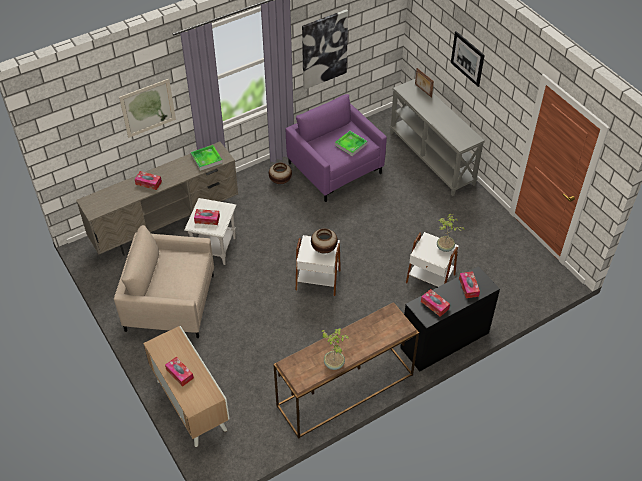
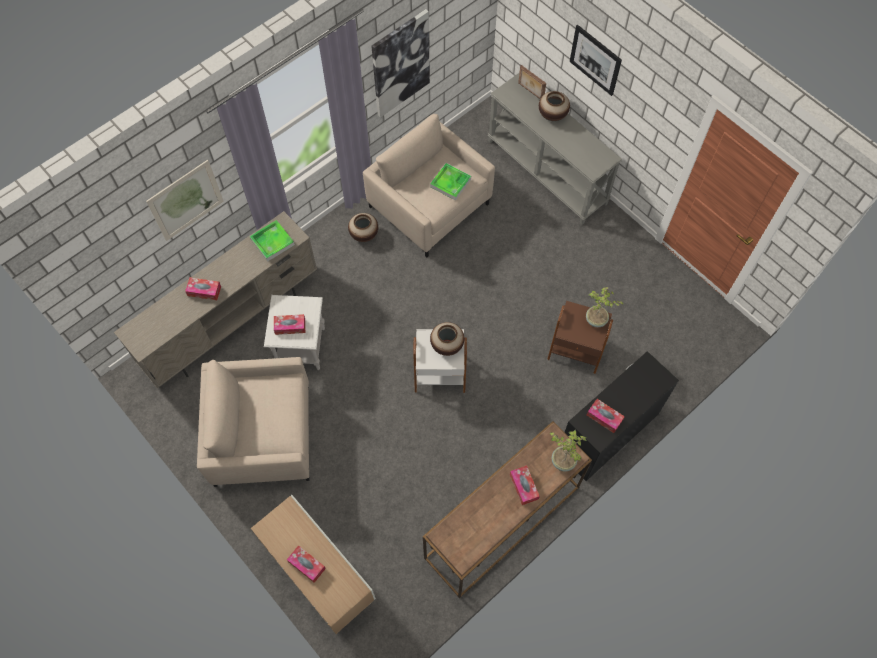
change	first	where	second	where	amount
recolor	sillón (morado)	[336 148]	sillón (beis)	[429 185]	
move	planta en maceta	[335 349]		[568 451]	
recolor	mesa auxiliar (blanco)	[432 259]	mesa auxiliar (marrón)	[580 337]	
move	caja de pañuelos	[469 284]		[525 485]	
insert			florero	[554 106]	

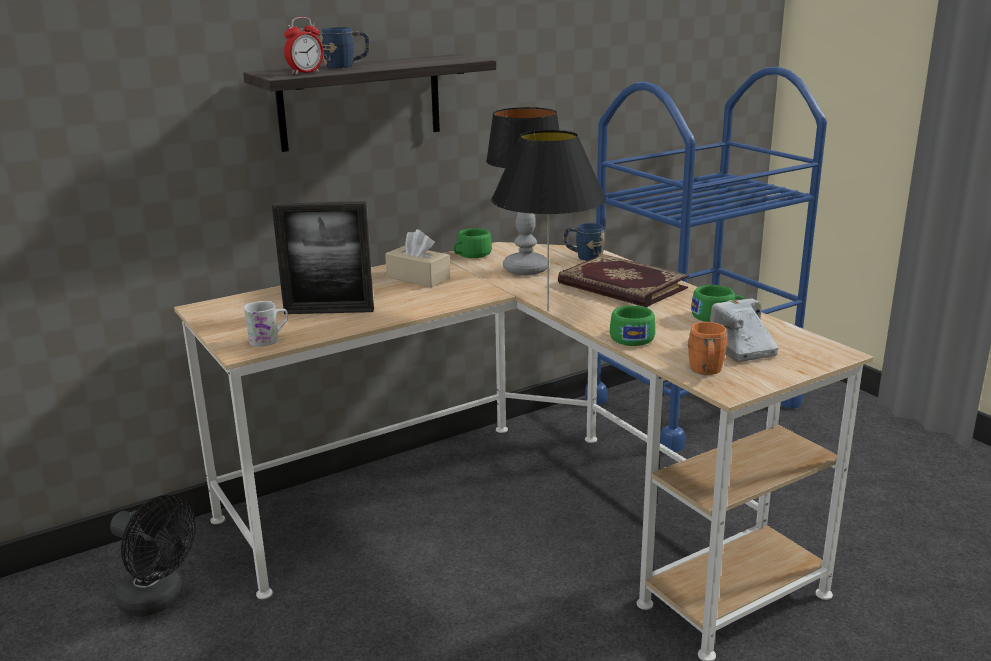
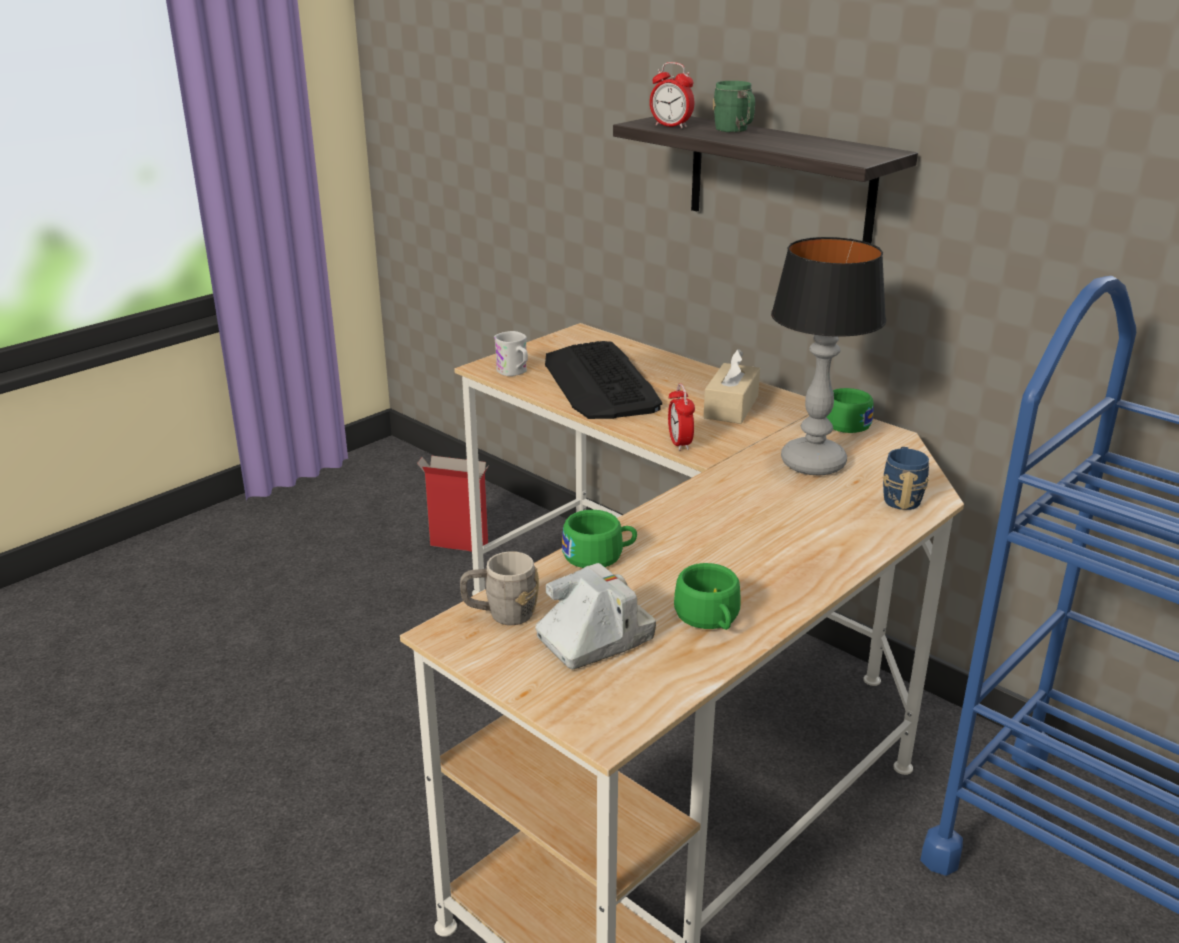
change	first	where	second	where	amount
replace	ventilador (negro)	[153 556]	caja de cartón	[453 503]	
replace	portarretratos	[323 257]	teclado	[603 380]	
recolor	taza grande (azul)	[344 47]	taza grande (verde)	[734 106]	
delete	lámpara de mesa (negro)	[548 220]			
delete	libro	[623 281]			
recolor	taza grande (naranja)	[707 348]	taza grande (gris)	[499 588]	
insert			despertador	[681 417]	

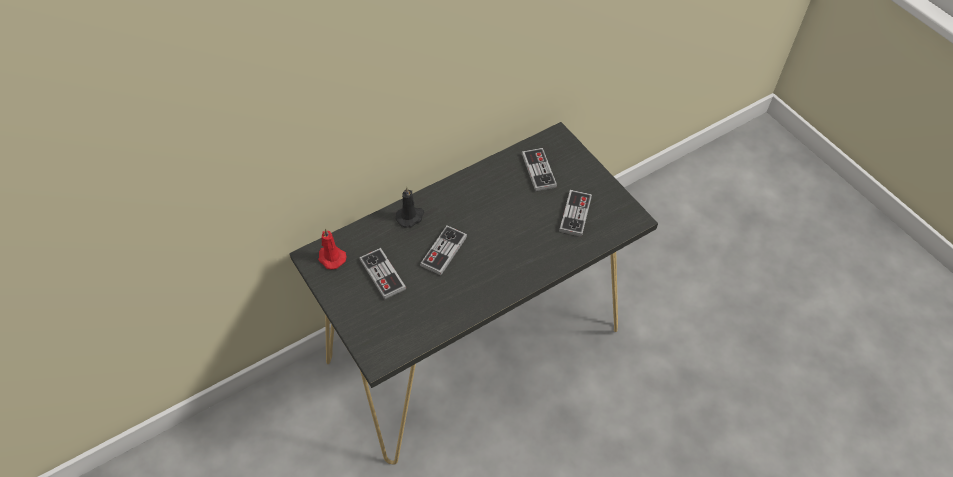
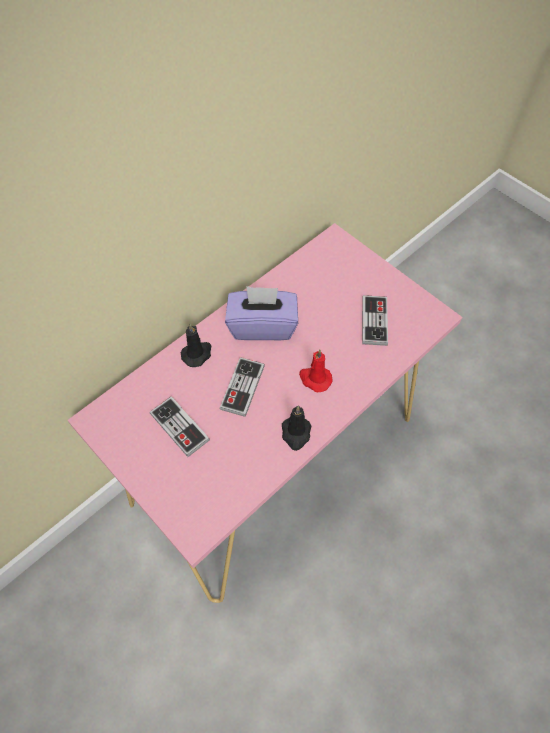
change	first	where	second	where	amount
recolor	mesa consola (negro)	[473 293]	mesa consola (rosa)	[265 413]	
move	vela (rojo)	[332 248]		[316 371]	
delete	mando de consola	[539 170]			
insert			caja de pañuelos (morado)	[261 313]	
insert			vela (negro)	[296 428]	

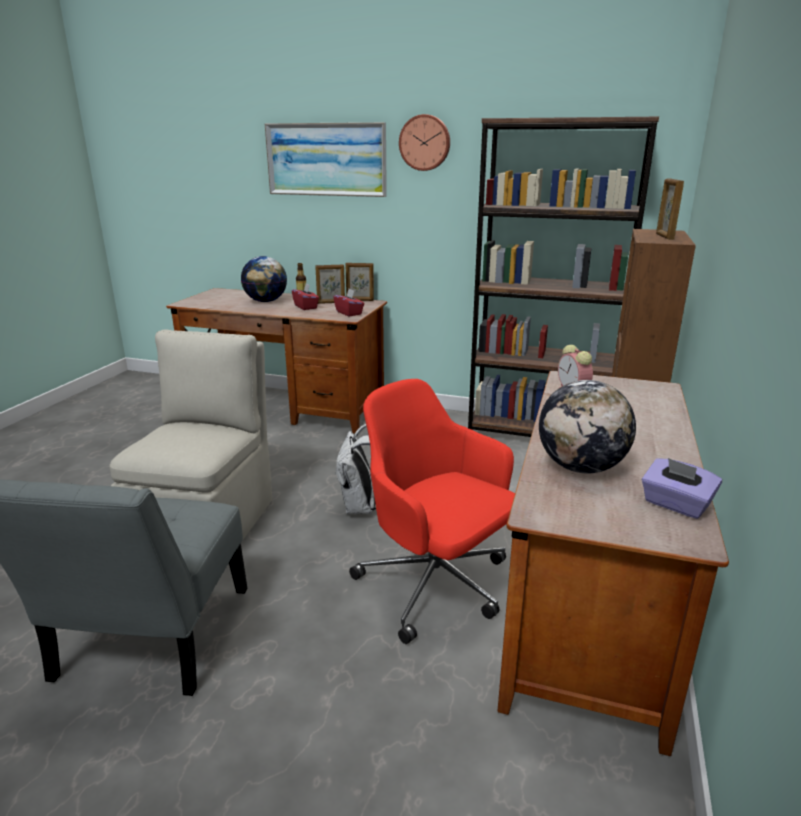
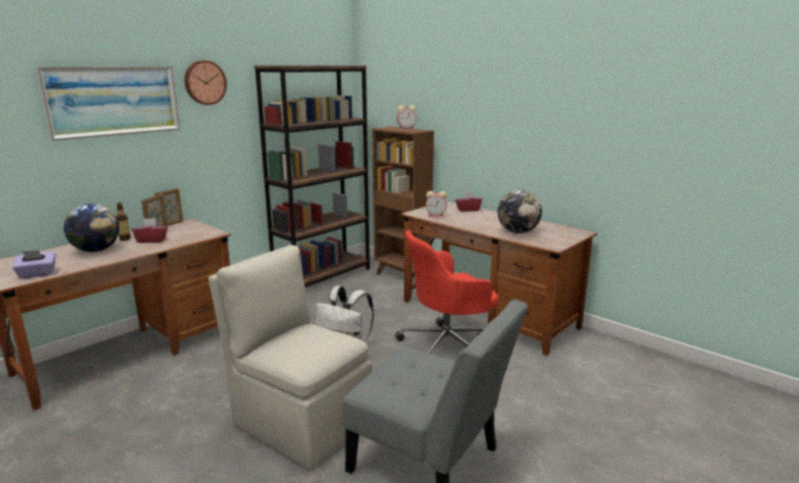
change	first	where	second	where	amount
move	caja de pañuelos (rojo)	[348 302]		[468 201]	
move	caja de pañuelos (morado)	[682 488]		[34 264]	
replace	portarretratos	[670 209]	despertador	[407 117]	

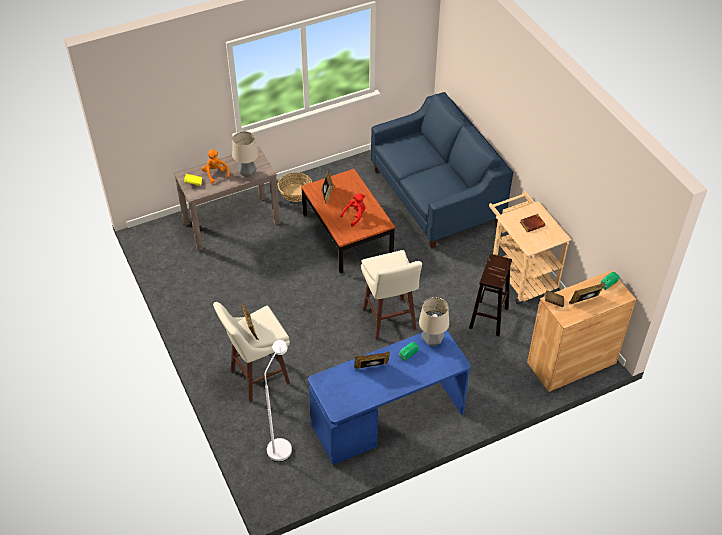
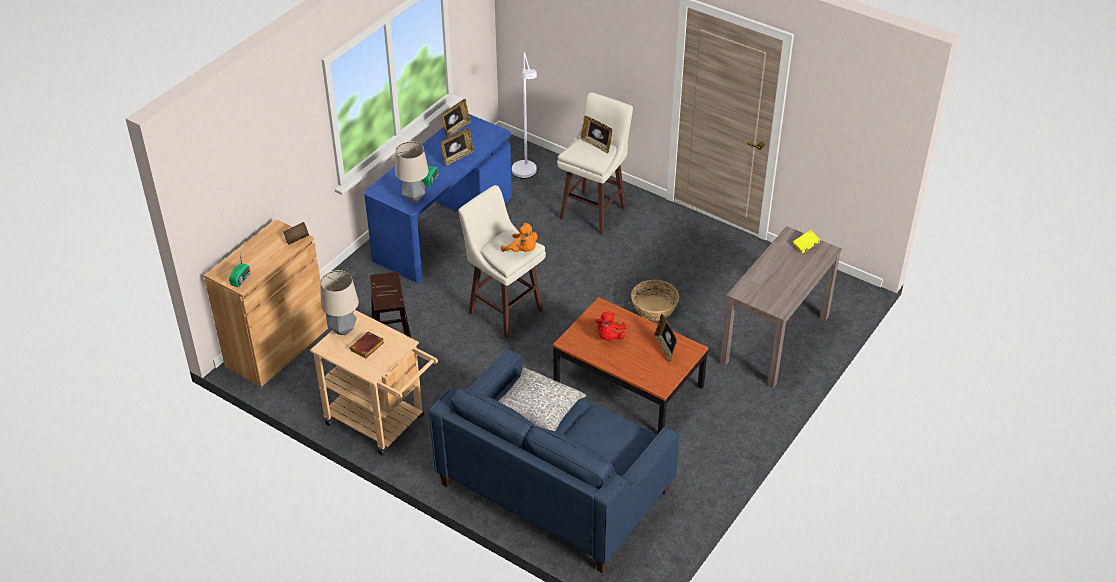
change	first	where	second	where	amount
move	peluche (naranja)	[216 166]		[519 237]	
move	lámpara de mesa	[245 154]		[340 302]	
move	cesta	[295 187]		[655 300]	
move	portarretratos	[587 293]		[456 118]	
insert			cojín (gris)	[542 399]	

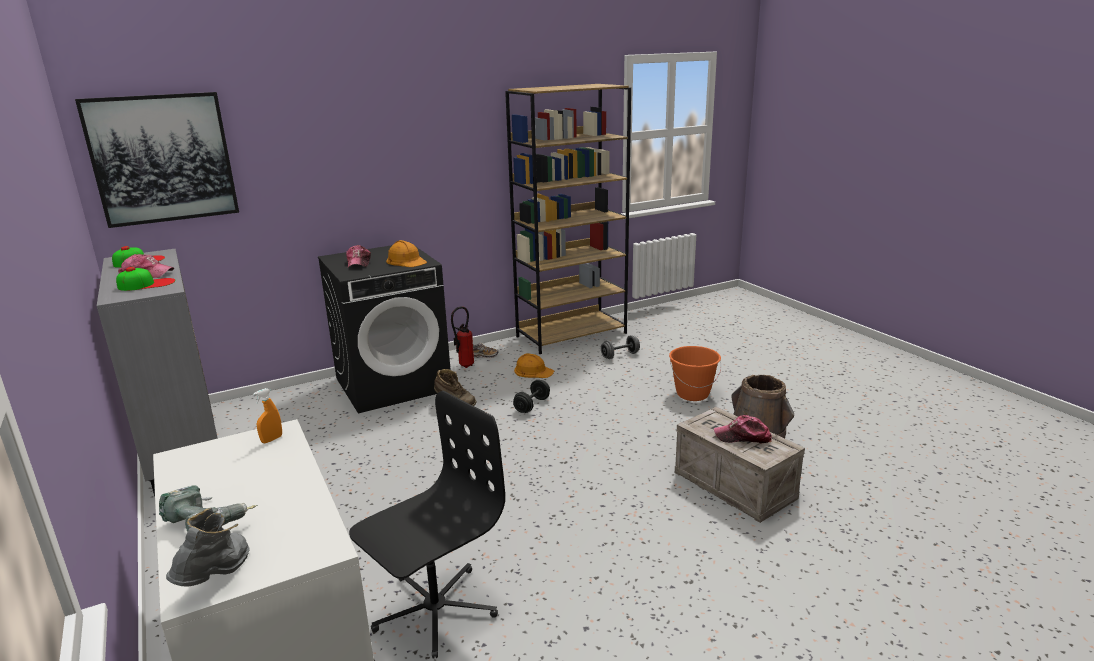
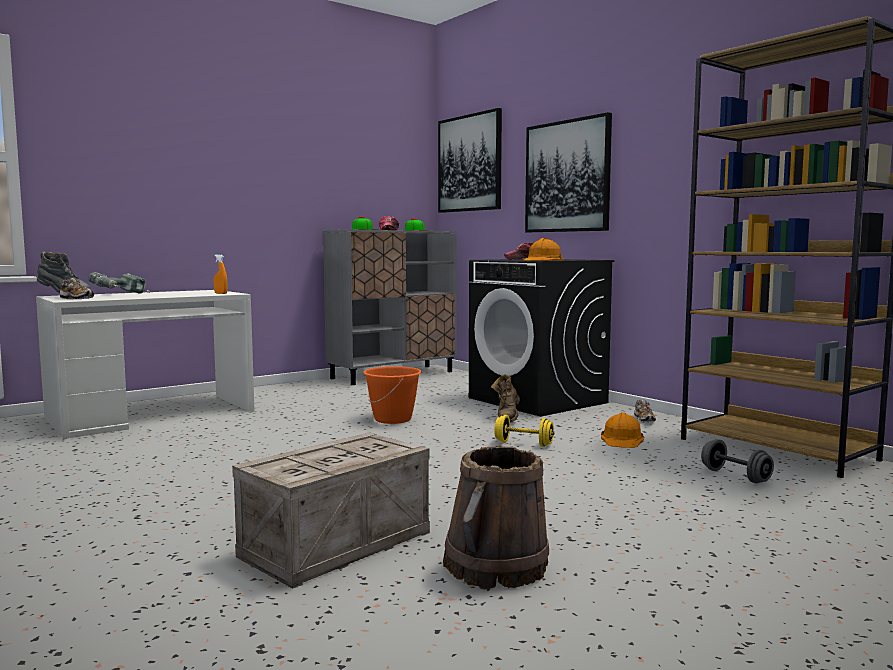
change	first	where	second	where	amount
delete	silla de oficina (negro)	[427 525]			
delete	extintor	[462 337]			
recolor	mancuerna (negro)	[531 396]	mancuerna (amarillo)	[524 431]	
move	cubo (naranja)	[695 373]		[392 395]	
delete	gorra	[743 429]			
insert			zapato	[77 288]	
insert			cuadro	[568 172]	

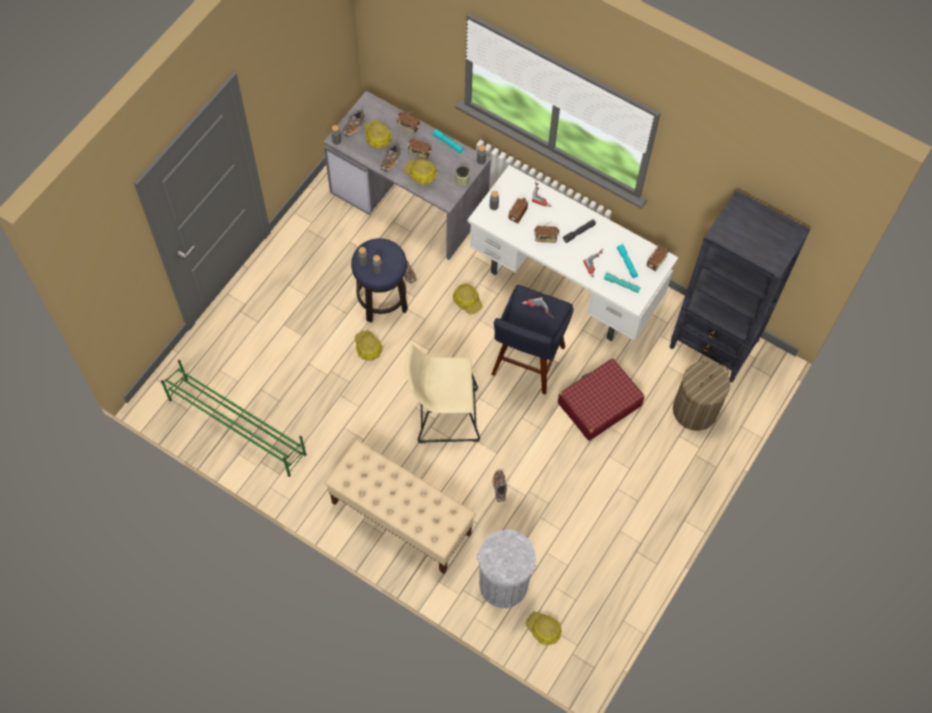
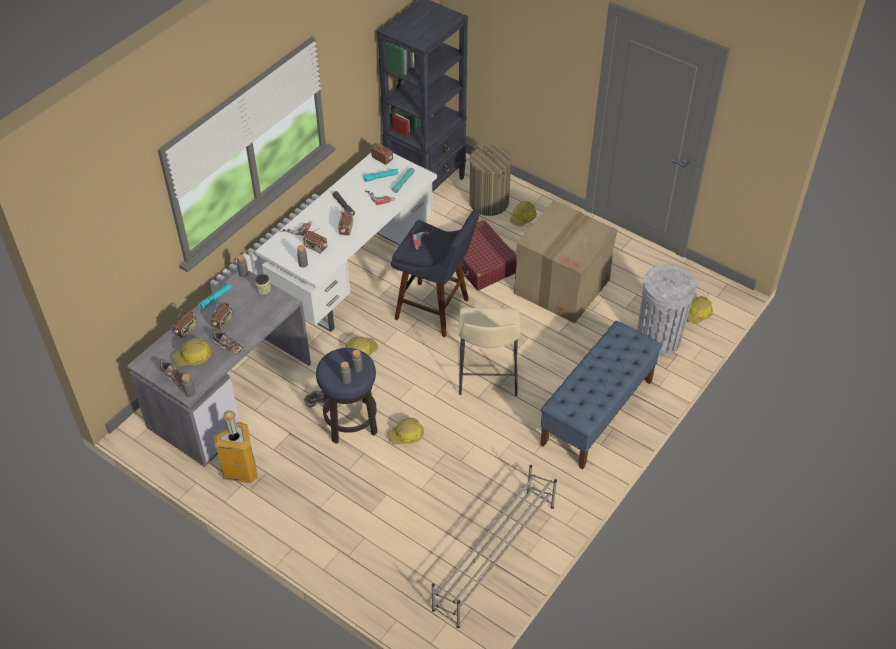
change	first	where	second	where	amount
recolor	zapatero (verde)	[233 418]	zapatero (gris)	[494 546]	
recolor	banco (beis)	[400 507]	banco (azul)	[601 395]	
move	casco	[420 172]		[523 214]	
delete	zapato	[499 486]			
insert			papelera	[236 446]	
insert			caja de cartón	[565 261]	

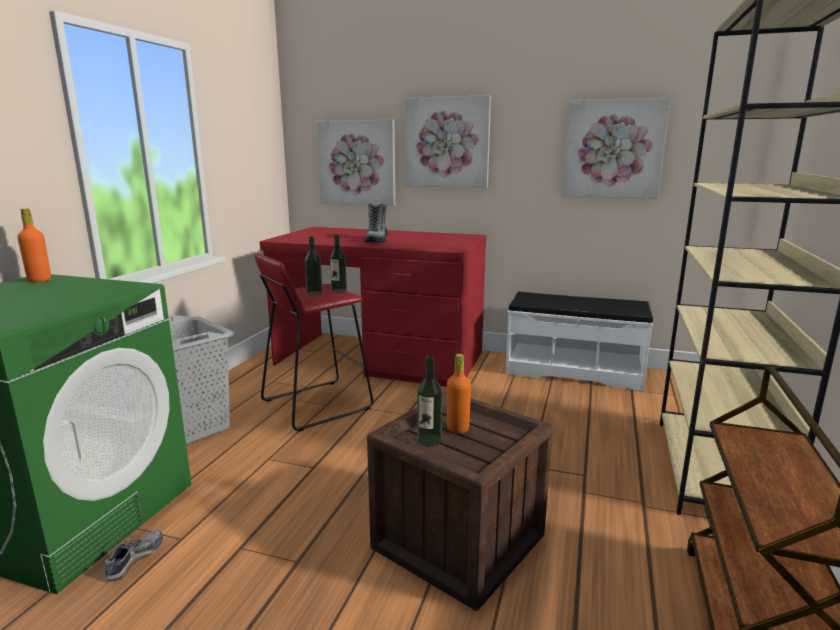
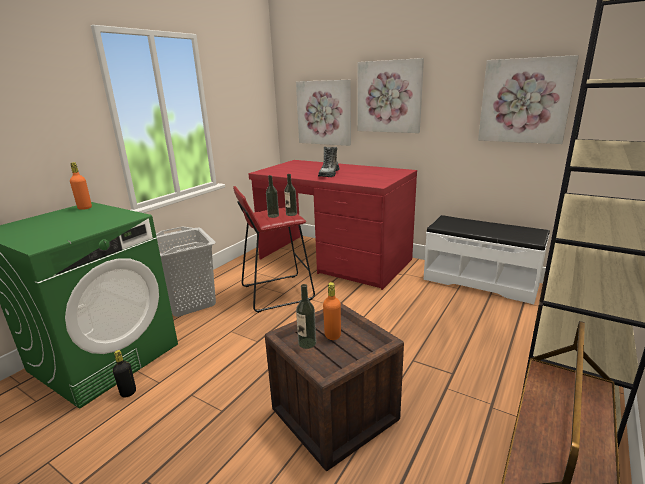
change	first	where	second	where	amount
replace	zapato	[134 555]	botella (negro)	[124 374]	

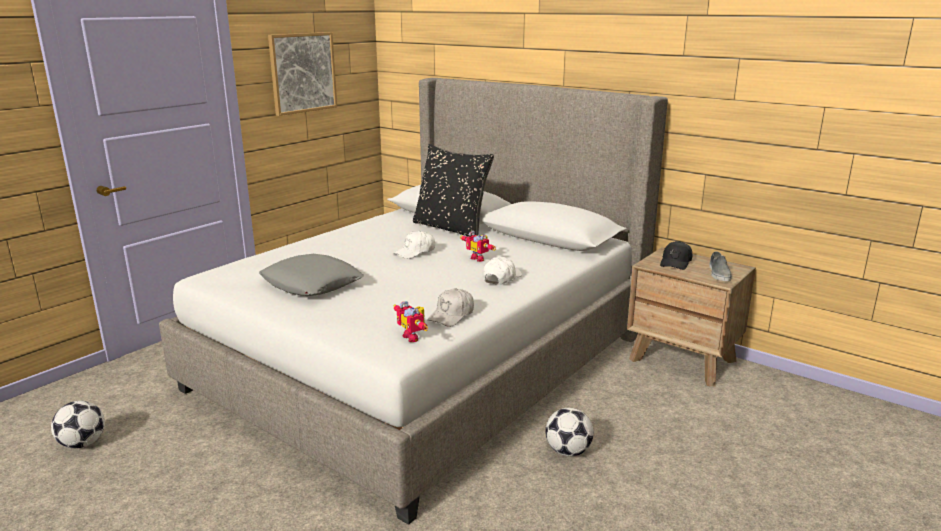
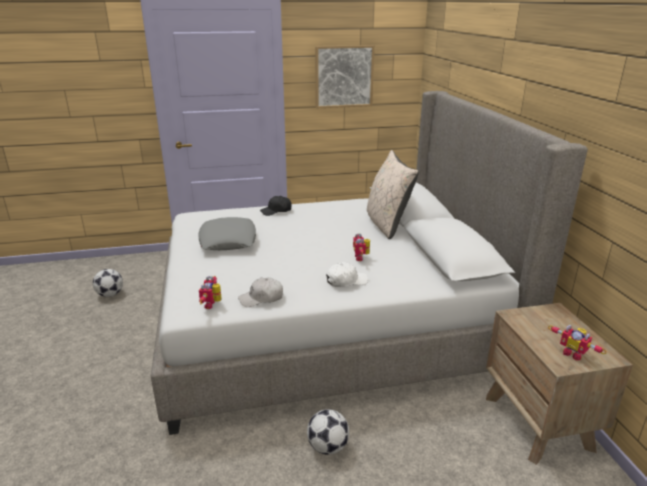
change	first	where	second	where	amount
delete	gorra (blanco)	[414 245]			
recolor	cojín (negro)	[453 190]	cojín (beis)	[393 194]	
move	gorra (negro)	[676 255]		[276 206]	
replace	zapato (gris)	[720 266]	robot de juguete	[577 343]	

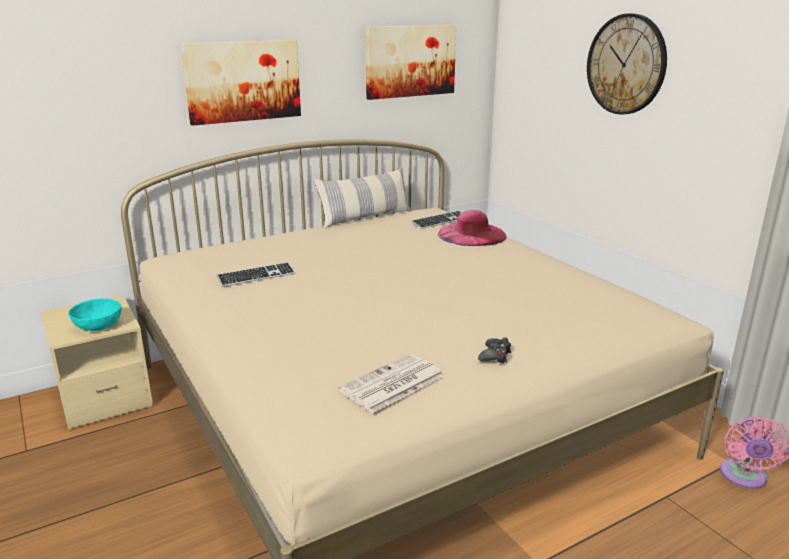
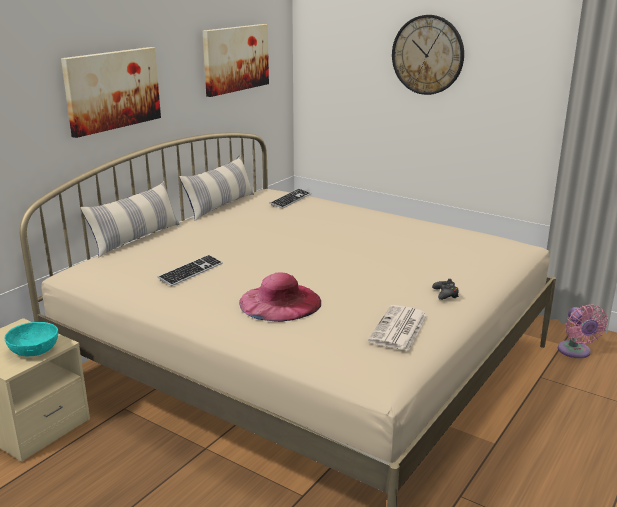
change	first	where	second	where	amount
move	sombrero (rosa)	[472 228]		[280 297]	
insert			cojín	[130 219]	

